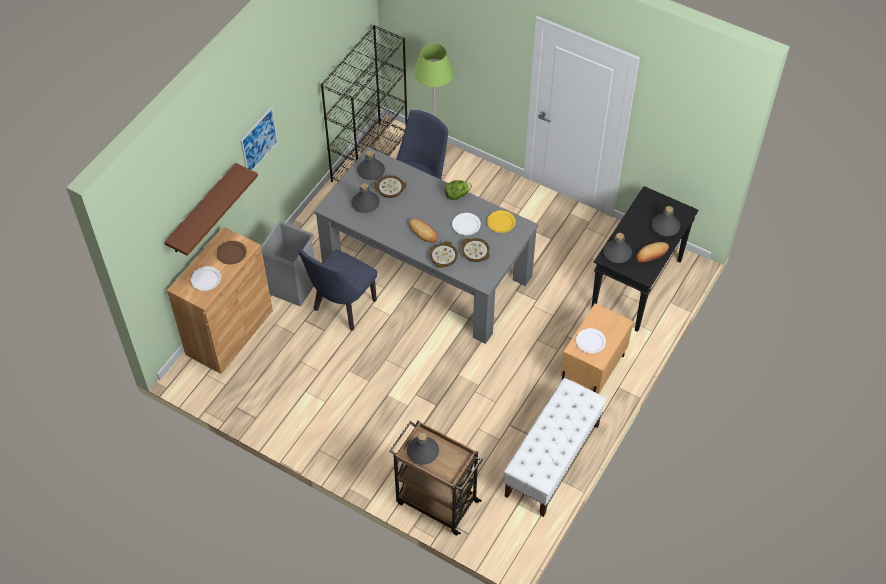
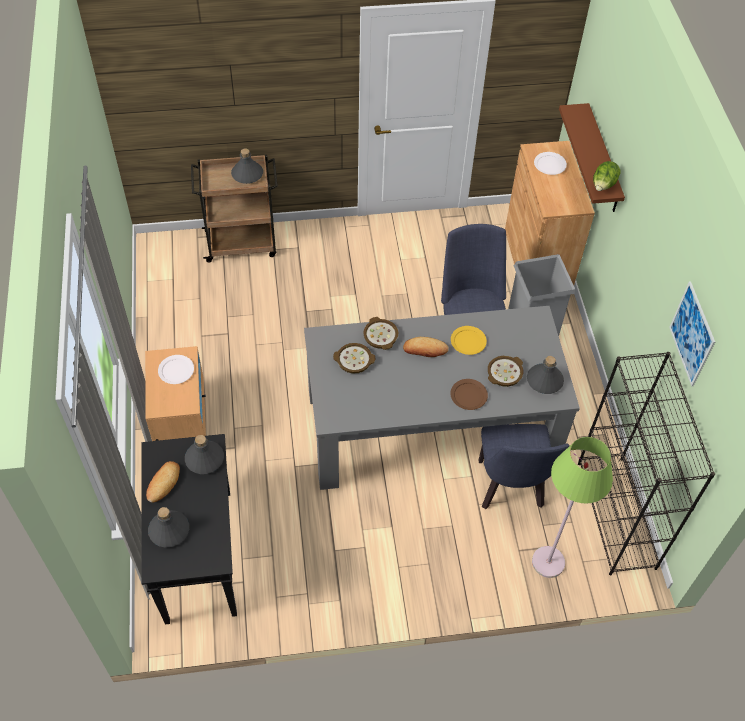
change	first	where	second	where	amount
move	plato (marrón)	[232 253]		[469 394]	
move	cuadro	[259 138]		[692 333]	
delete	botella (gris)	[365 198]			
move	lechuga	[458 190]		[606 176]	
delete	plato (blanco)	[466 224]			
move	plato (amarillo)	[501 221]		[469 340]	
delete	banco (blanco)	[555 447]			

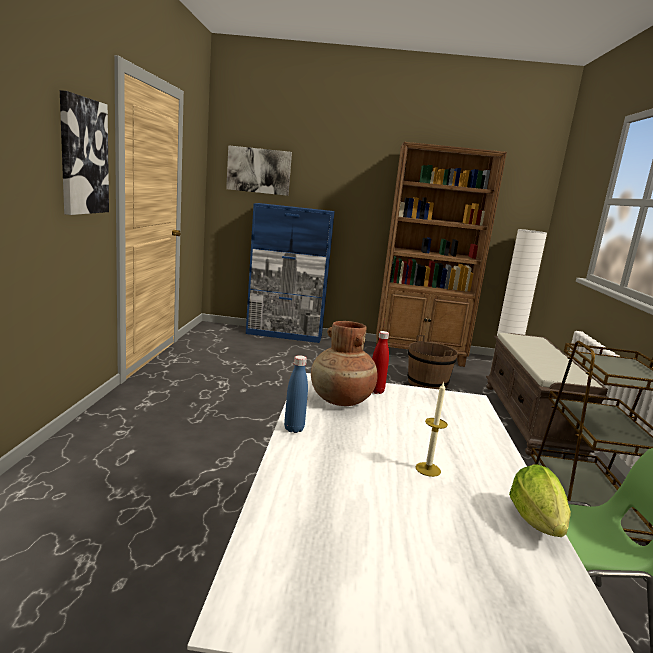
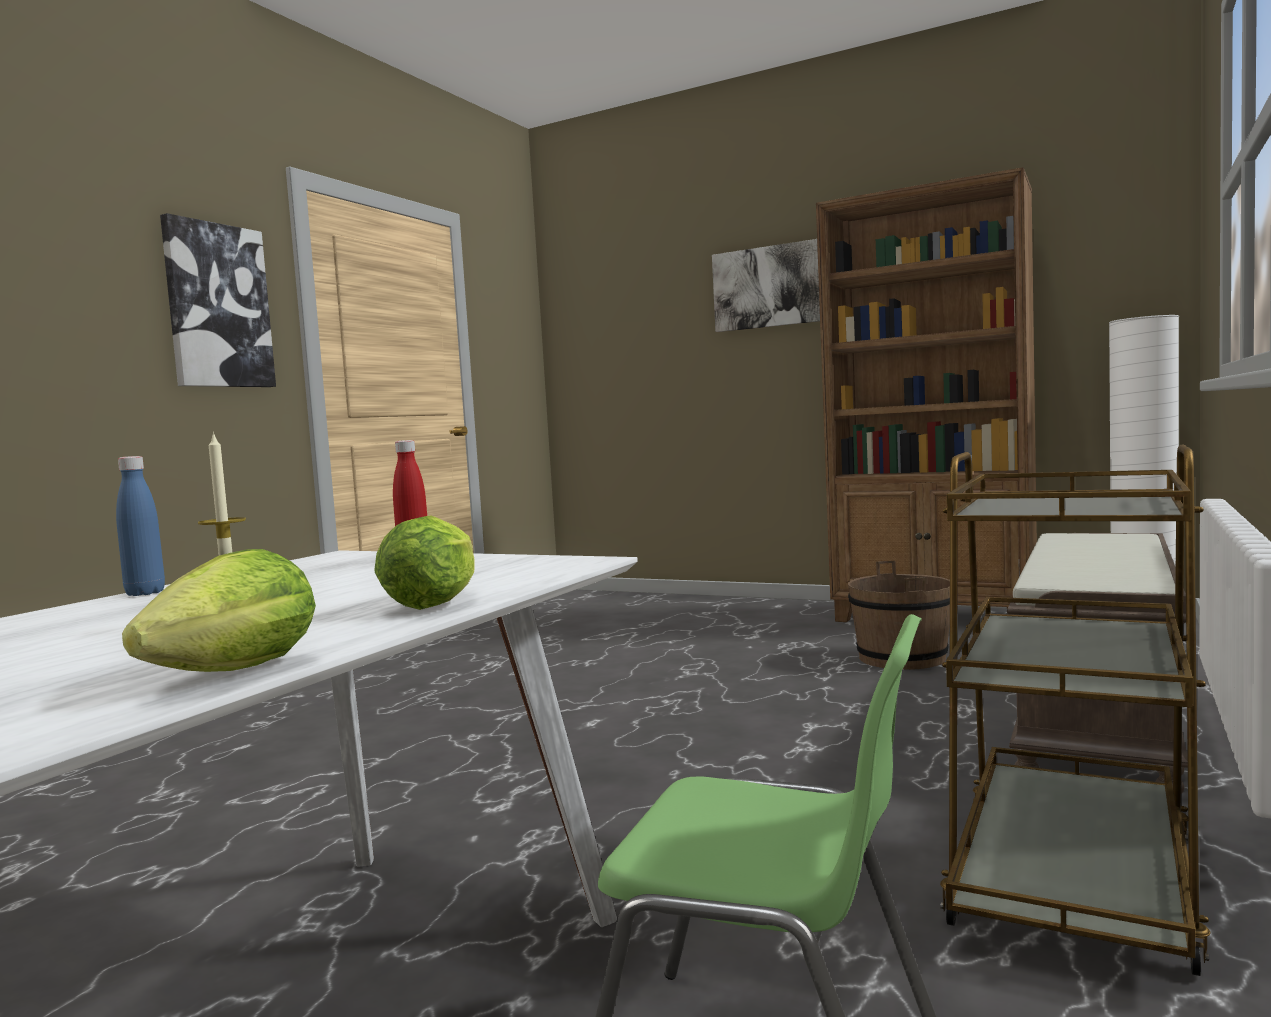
change	first	where	second	where	amount
move	cuadro	[259 170]		[766 285]	
delete	armario (azul)	[290 273]			
delete	florero (marrón)	[344 363]			
insert			lechuga	[424 562]	

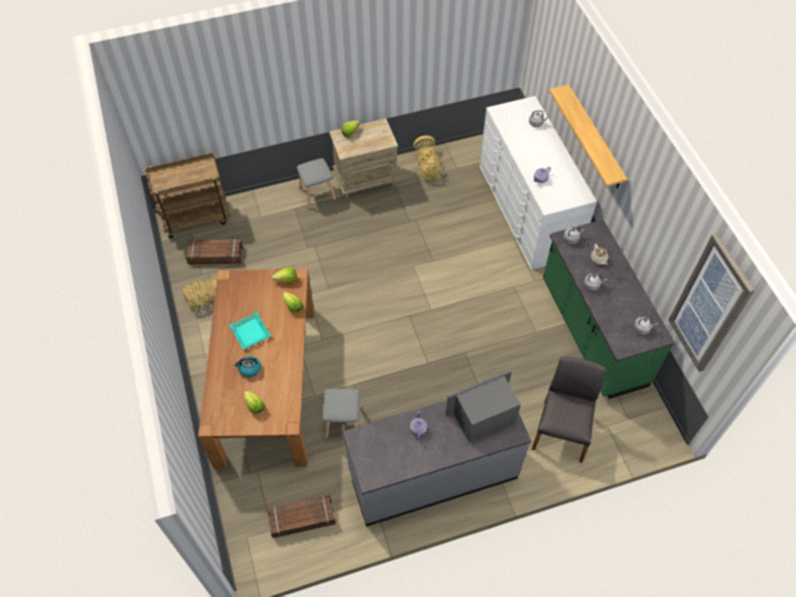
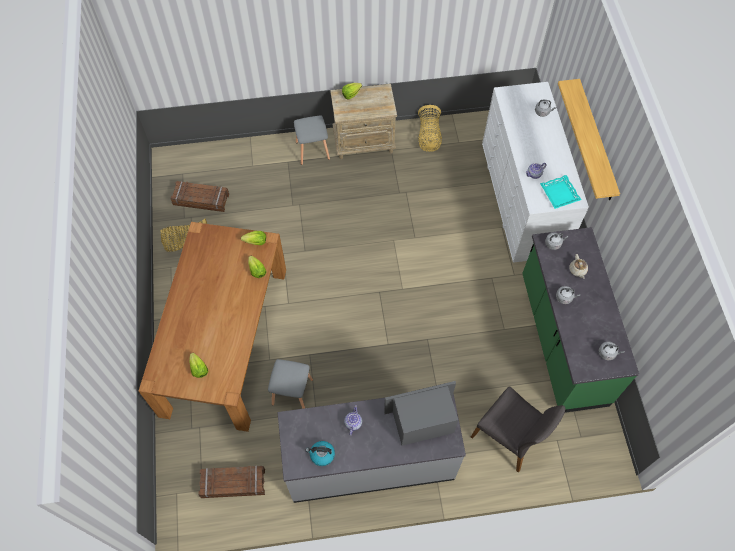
change	first	where	second	where	amount
delete	carrito (marrón)	[187 196]			
move	bandeja (turquesa)	[250 331]		[561 192]	
move	hervidor	[247 366]		[320 453]	
rotate	silla (gris)	[569 410]		[518 430]	105 degrees clockwise
delete	cuadro	[712 303]			

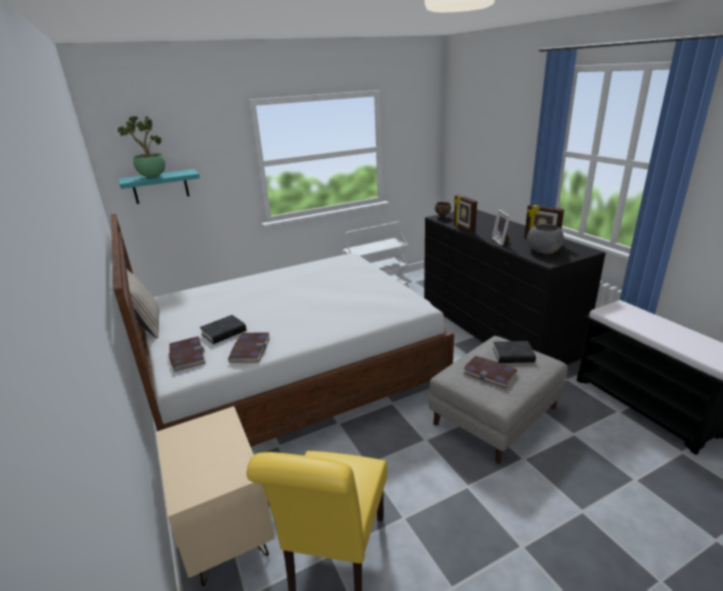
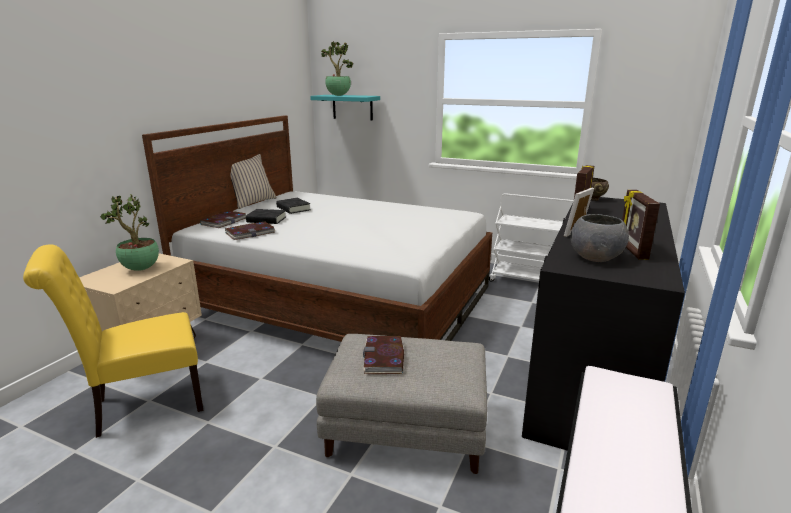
change	first	where	second	where	amount
move	libro (negro)	[514 352]		[293 206]	
insert			planta en maceta	[129 232]	

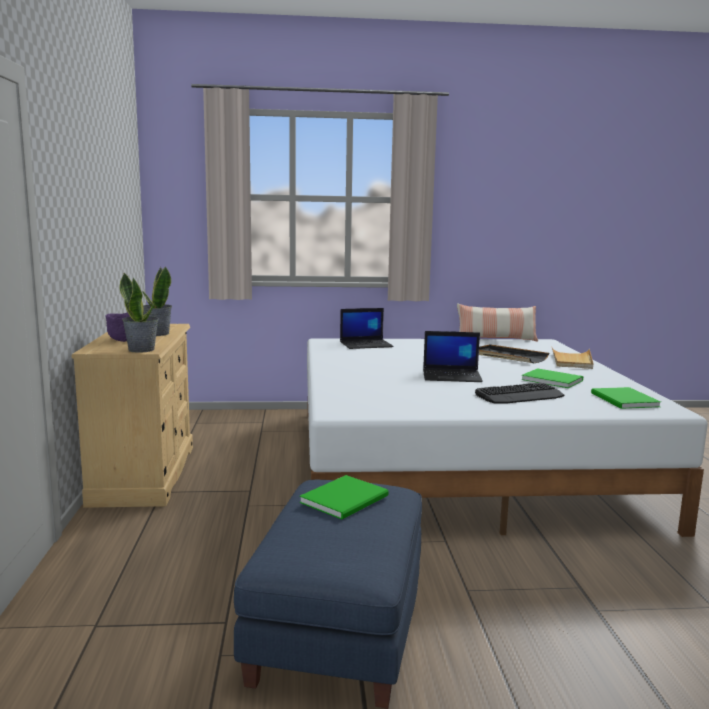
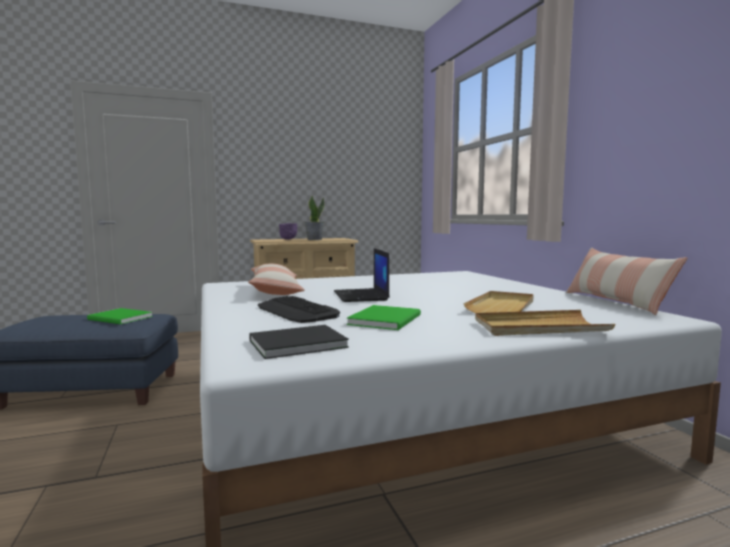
change	first	where	second	where	amount
delete	planta en maceta	[139 313]			
delete	portátil	[367 328]			
recolor	bandeja (negro)	[514 353]	bandeja (beis)	[498 302]	
recolor	libro (verde)	[626 398]	libro (negro)	[299 342]	
insert			cojín	[276 279]	

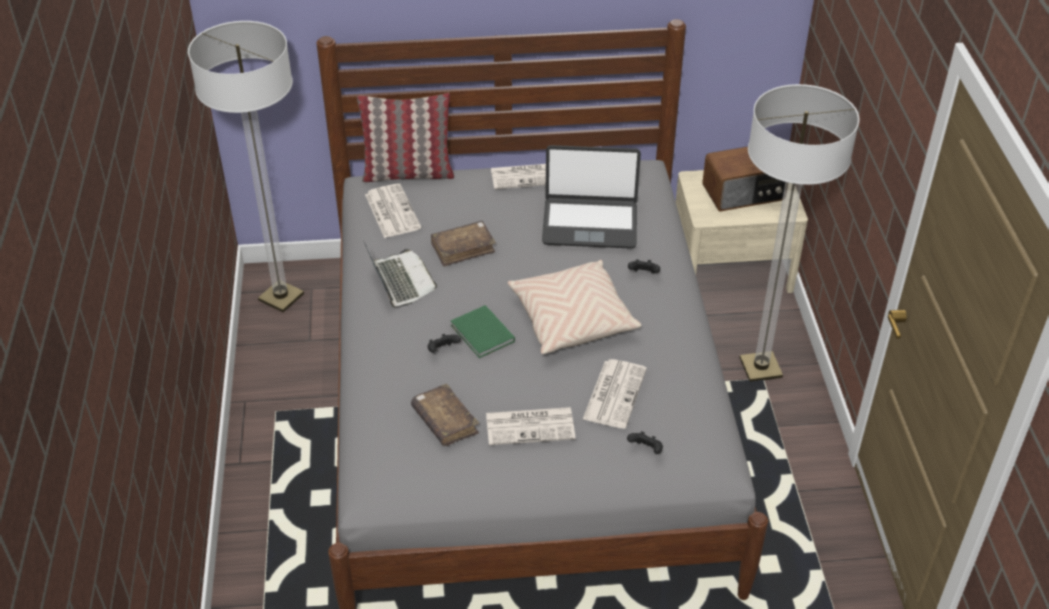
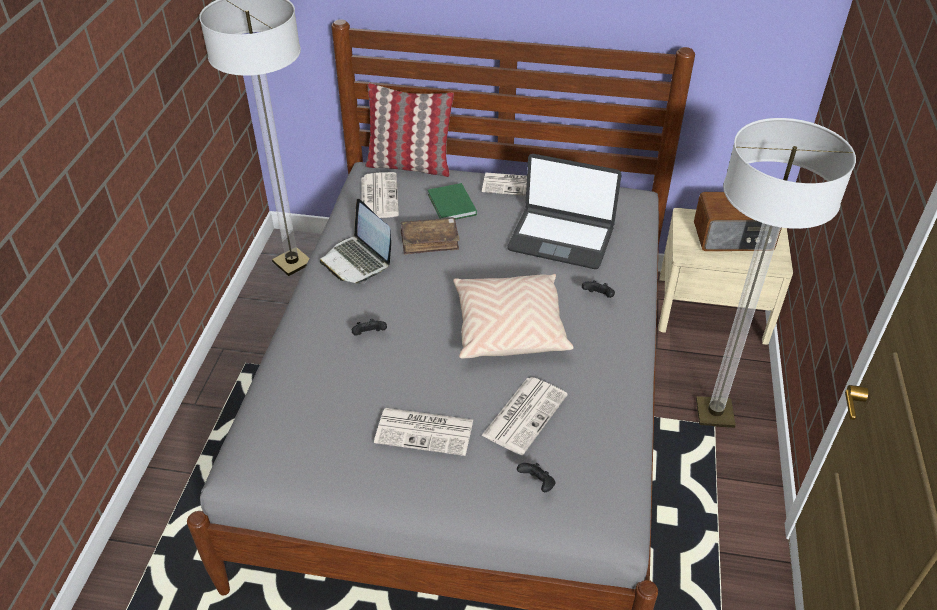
change	first	where	second	where	amount
rotate	portátil	[400 274]		[355 241]	150 degrees clockwise
delete	libro (marrón)	[445 415]			
move	libro (verde)	[483 331]		[452 201]	

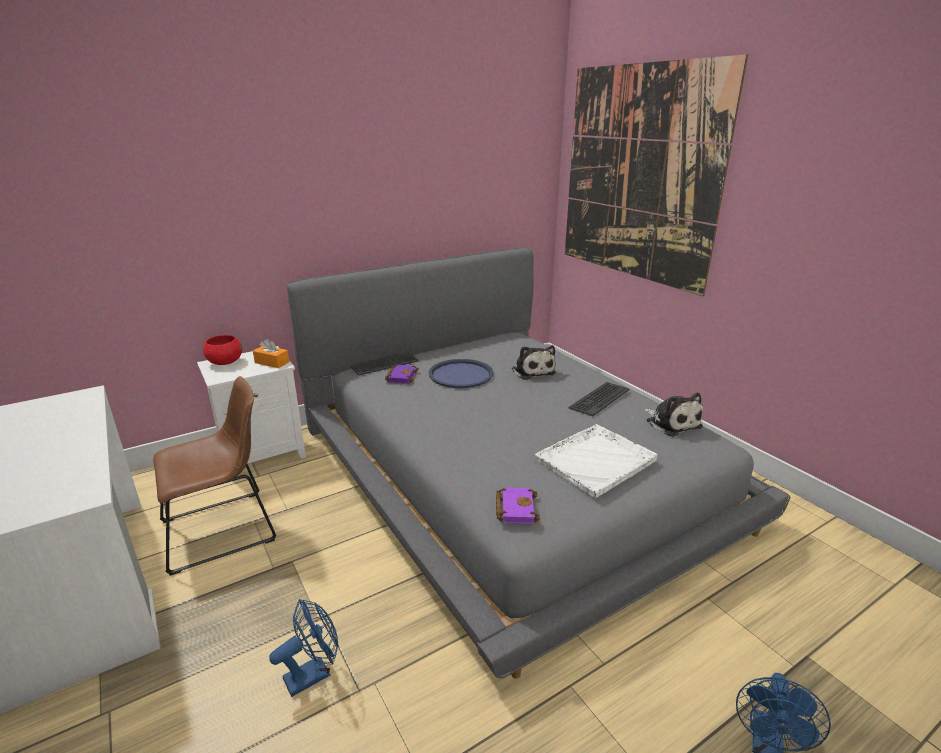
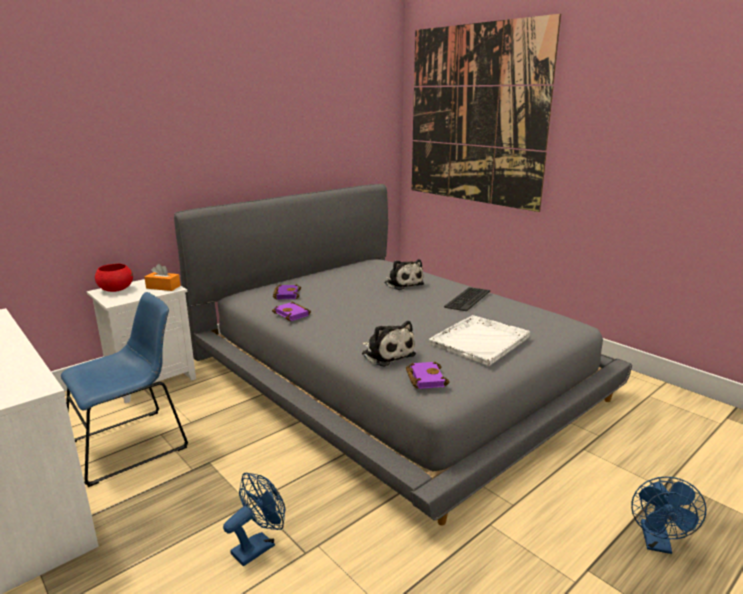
change	first	where	second	where	amount
recolor	silla (marrón)	[214 476]	silla (azul)	[124 389]	
delete	teclado	[384 364]			
delete	bandeja (azul)	[461 373]			
move	peluche	[673 415]		[389 344]	
insert			libro (morado)	[291 311]	

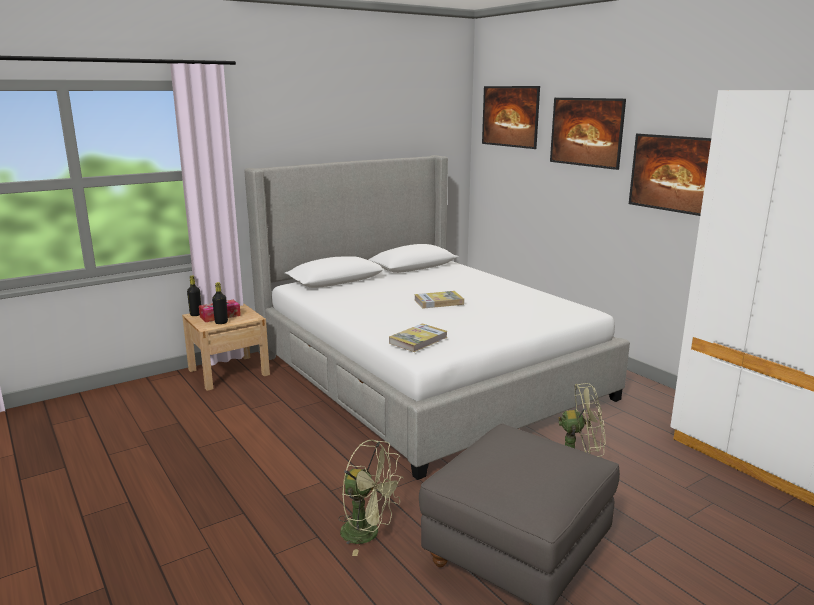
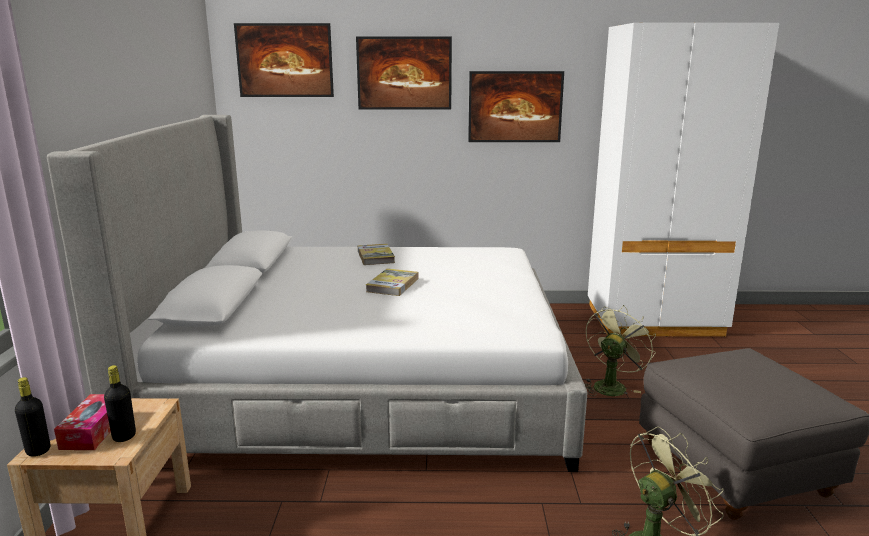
change	first	where	second	where	amount
move	libro	[418 338]		[376 254]	

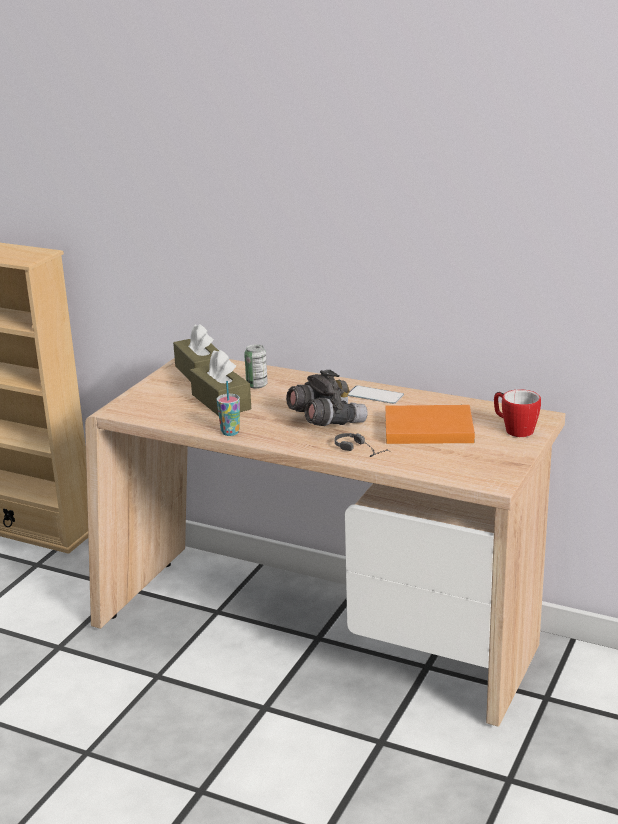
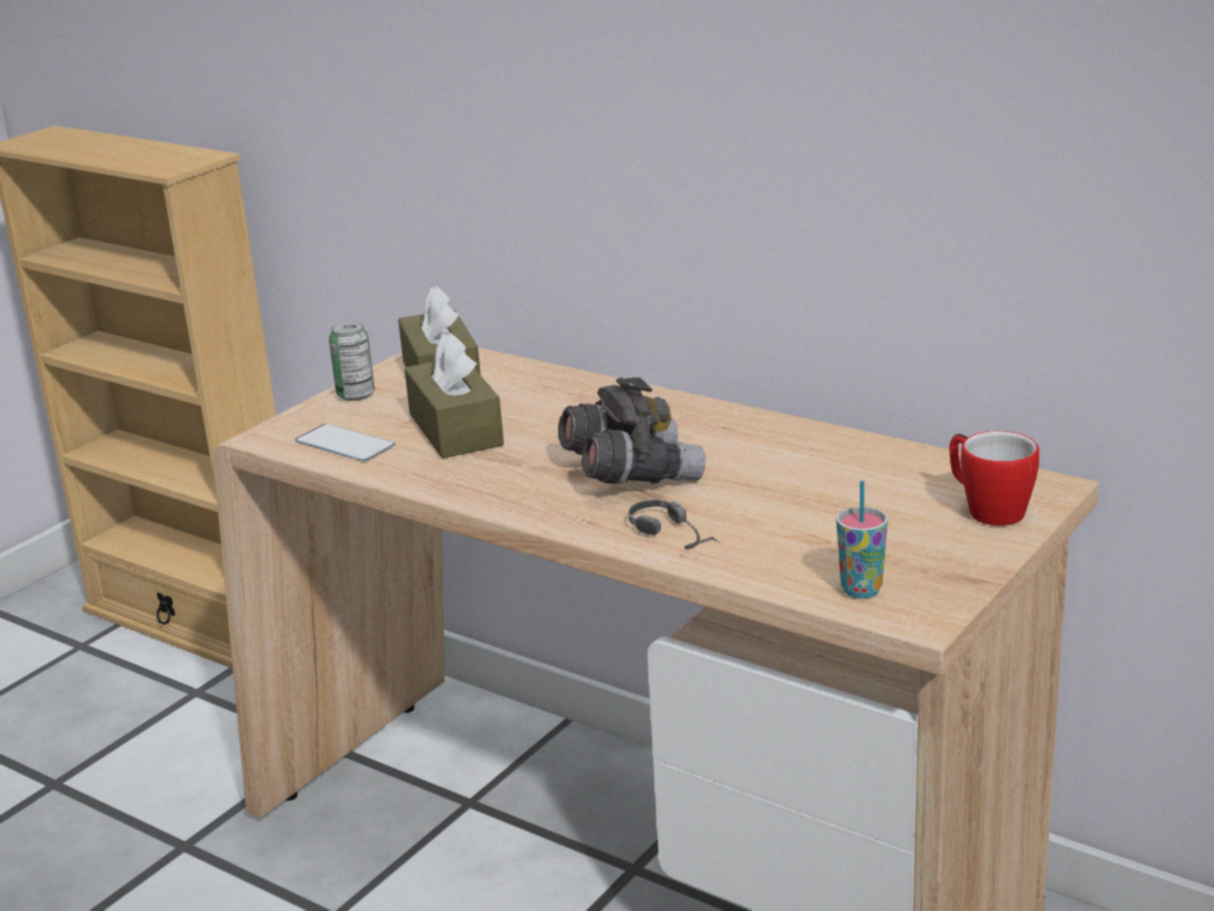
change	first	where	second	where	amount
move	taza	[228 408]		[862 540]	
move	lata	[256 366]		[352 361]	
move	móvil	[376 394]		[345 442]	
delete	libro (naranja)	[430 424]			

